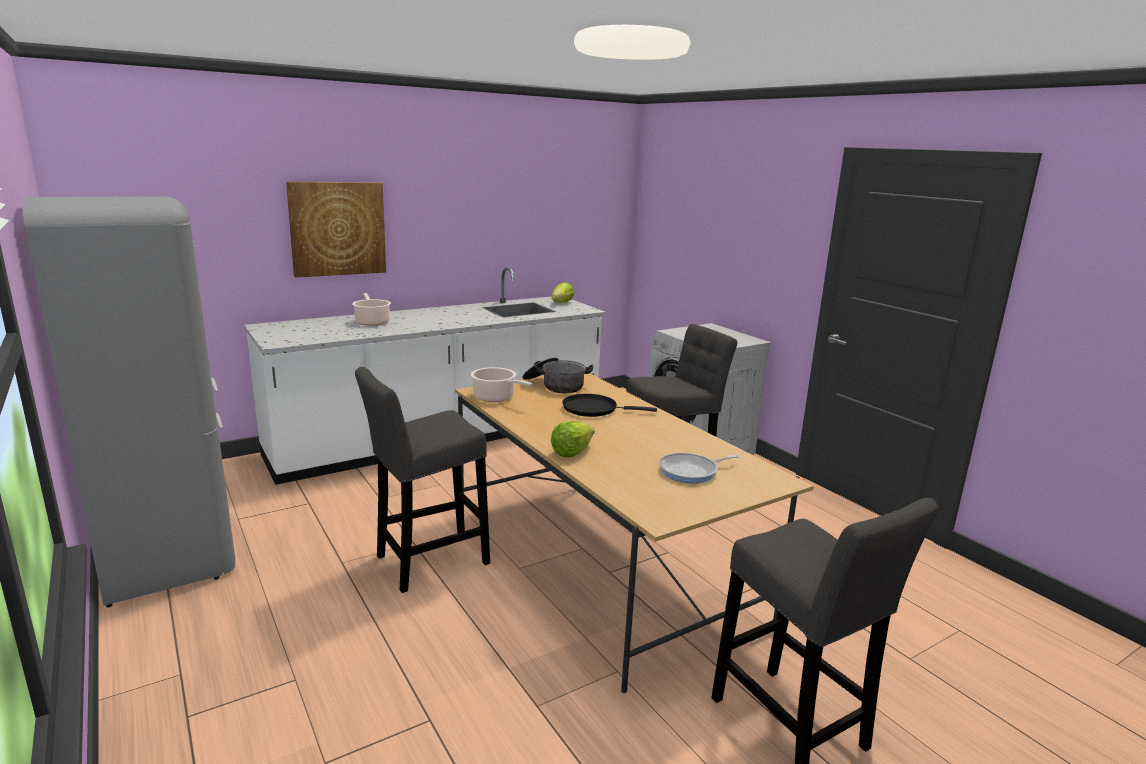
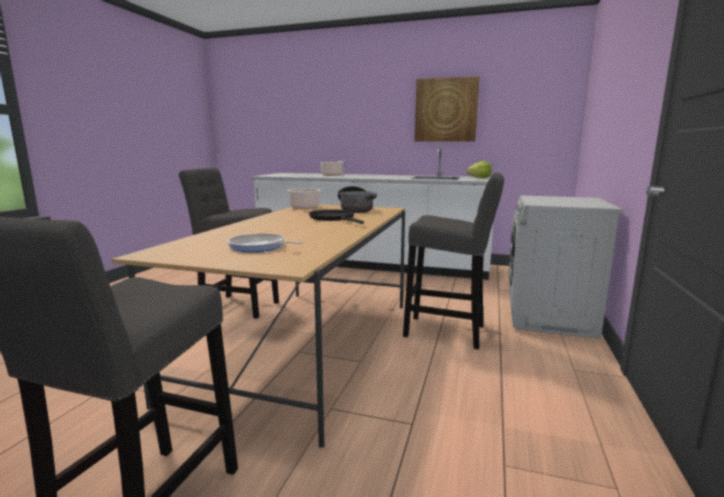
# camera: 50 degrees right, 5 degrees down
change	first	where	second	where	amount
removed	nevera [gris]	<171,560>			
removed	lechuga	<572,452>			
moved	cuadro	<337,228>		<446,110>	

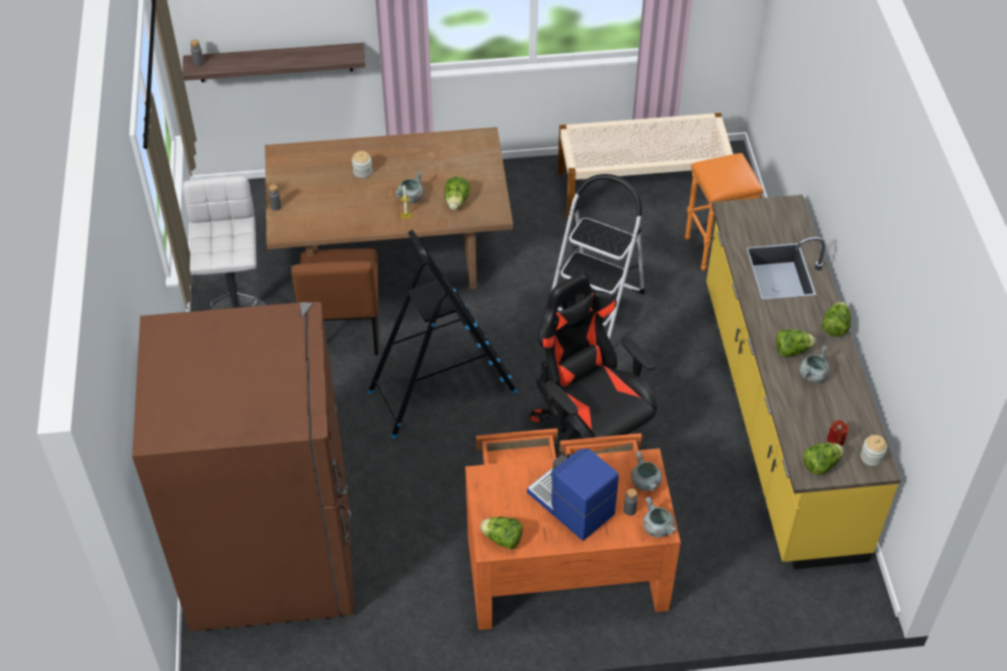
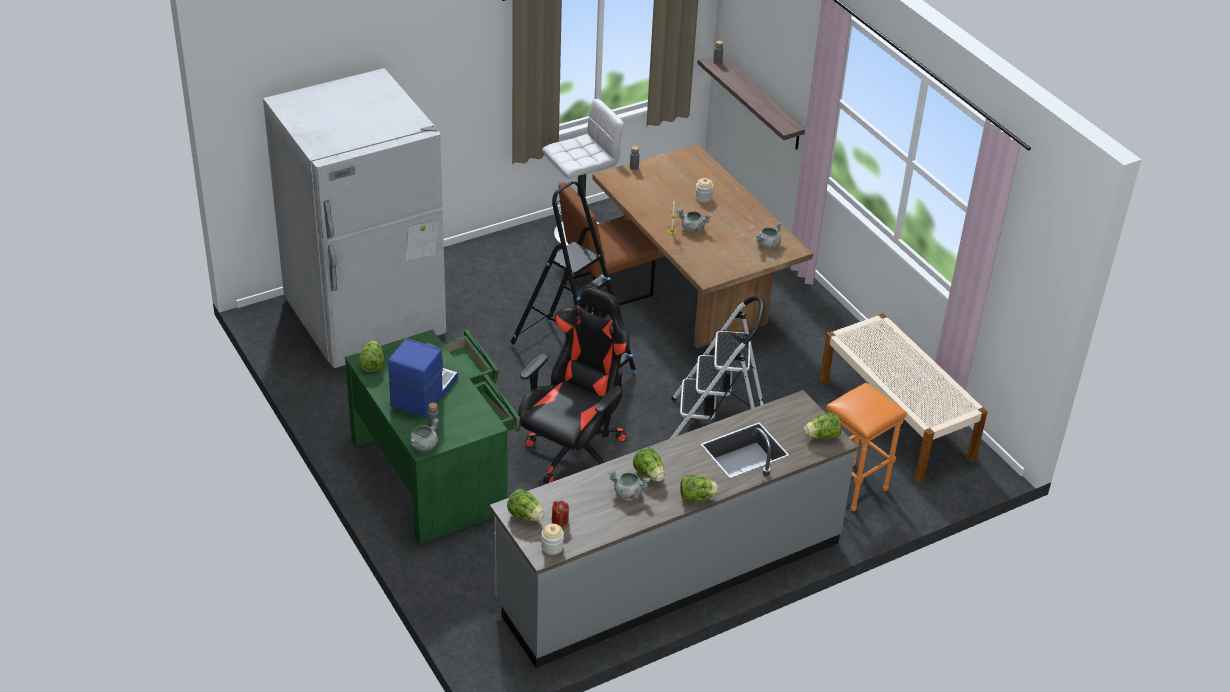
# camera: 65 degrees right, 10 degrees down
change	first	where	second	where	amount
moved	lechuga	<456,202>		<822,436>	
moved	olla [gris]	<646,482>		<768,245>	
recoloured	nevera [marrón]	<271,558>	nevera [blanco]	<366,316>	
recoloured	escritorio [naranja]	<563,563>	escritorio [verde]	<436,470>	
recoloured	mueble bajo de cocina [amarillo]	<778,417>	mueble bajo de cocina [gris]	<669,572>	

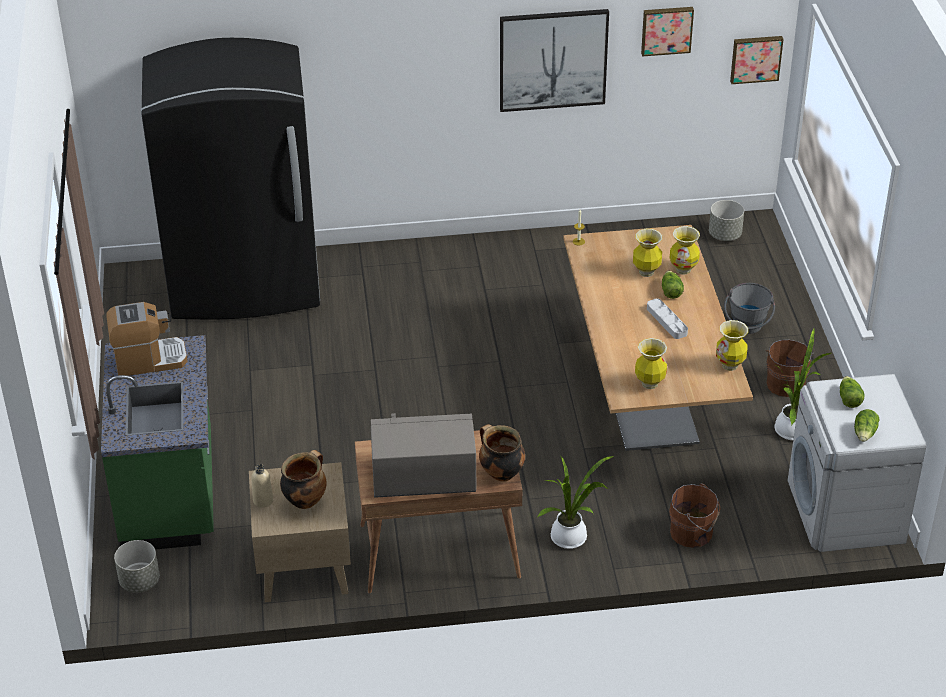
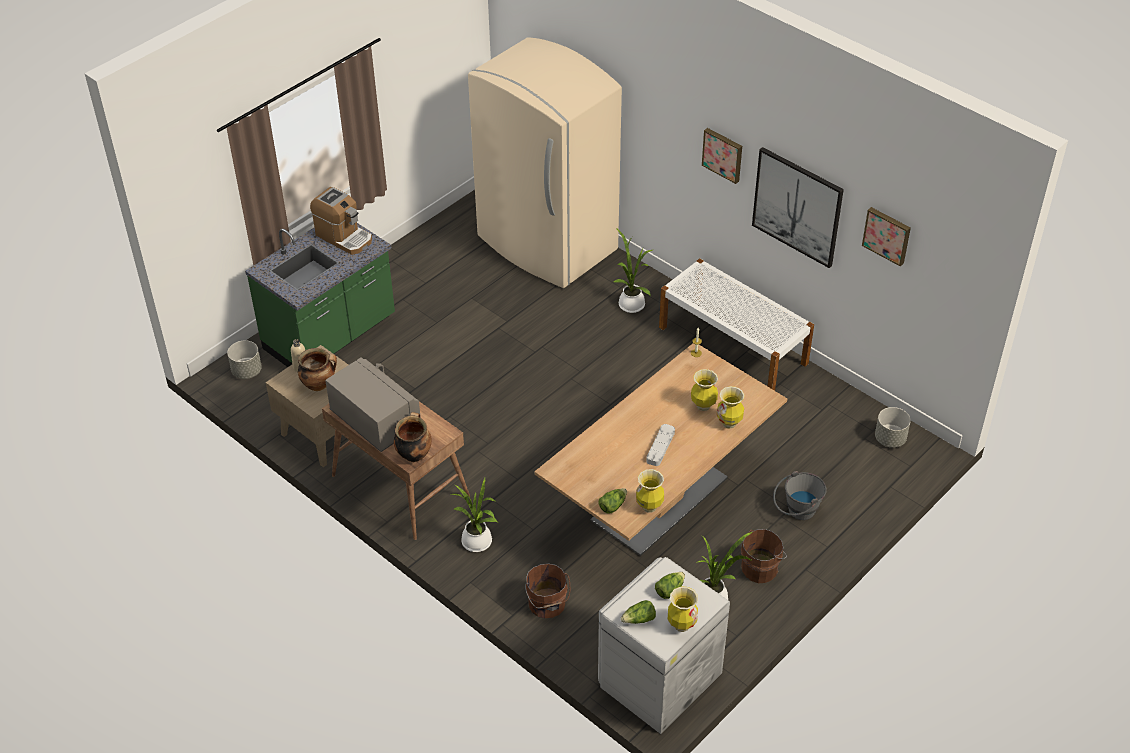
# camera: 50 degrees right, 5 degrees up
change	first	where	second	where	amount
added			planta en maceta	<630,303>	
added			banco [blanco]	<733,345>	
moved	florero	<649,383>		<681,625>	
moved	lechuga	<670,291>		<612,505>	
moved	cuadro	<755,58>		<723,154>	
recoloured	nevera [negro]	<245,286>	nevera [beis]	<546,245>	

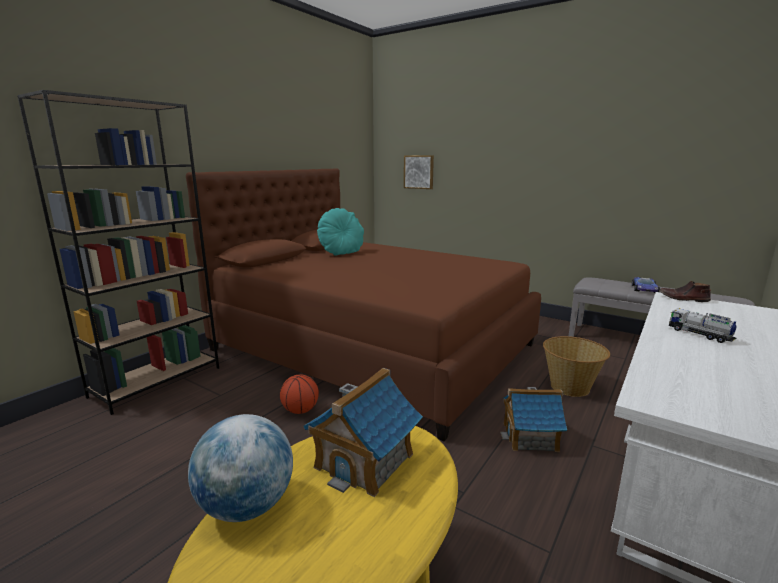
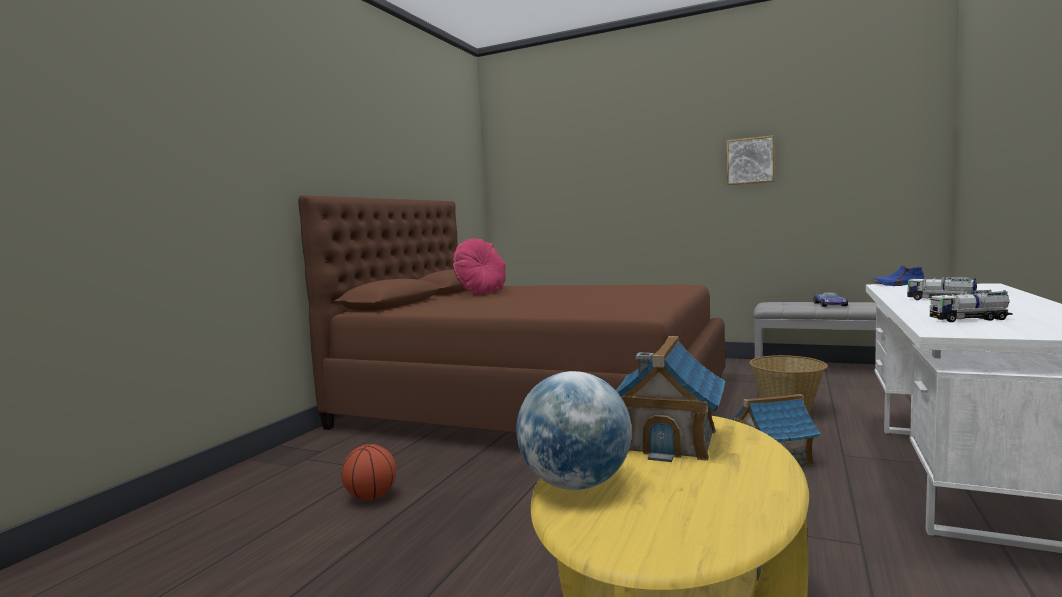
# camera: 10 degrees left, 10 degrees down
change	first	where	second	where	amount
removed	estantería [beis]	<157,381>			
added			camión de juguete	<969,319>	
moved	balón de baloncesto	<300,411>		<371,497>	
moved	cuadro	<419,172>		<750,161>	
recoloured	cojín [turquesa]	<341,253>	cojín [rosa]	<481,293>	
recoloured	zapato [marrón]	<683,299>	zapato [azul]	<898,285>	

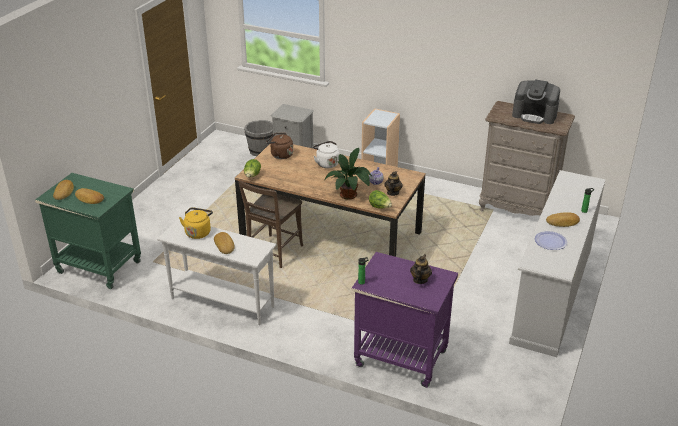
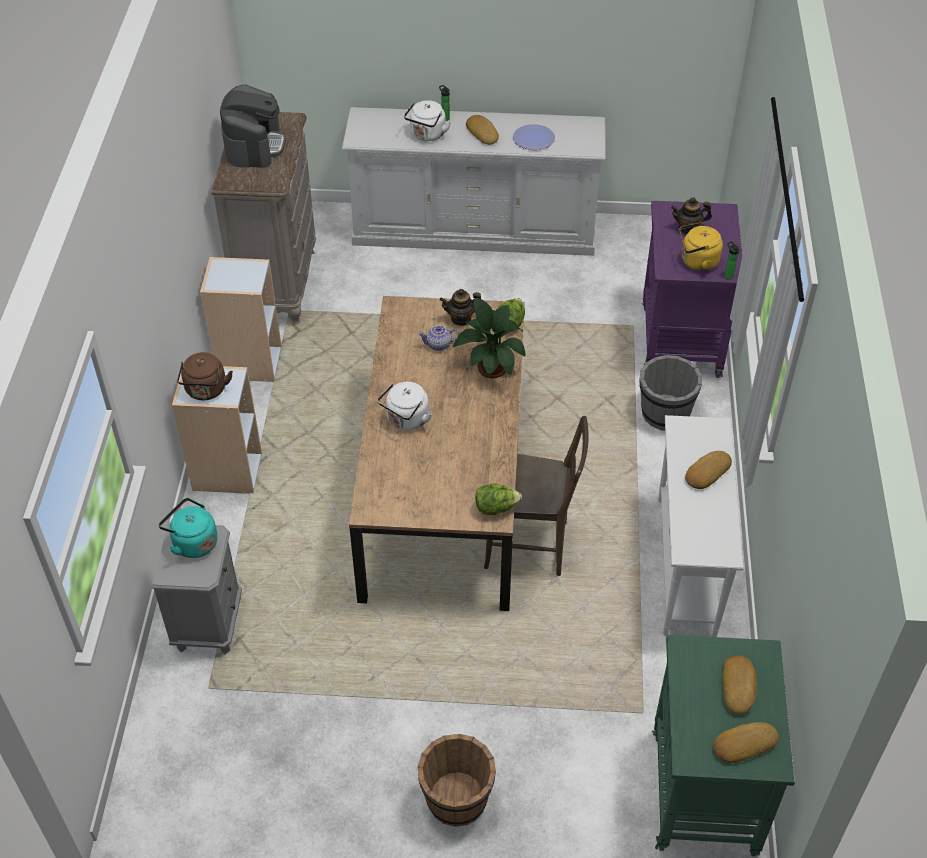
# camera: 110 degrees left, 15 degrees up
change	first	where	second	where	amount
added			hervidor [turquesa]	<193,542>	
added			estantería	<249,362>	
added			hervidor [blanco]	<427,135>	
added			cubo [marrón]	<456,800>	
moved	hervidor [amarillo]	<198,232>		<697,262>	
moved	cubo [gris]	<261,151>		<664,414>	
moved	hervidor [marrón]	<280,155>		<206,391>	

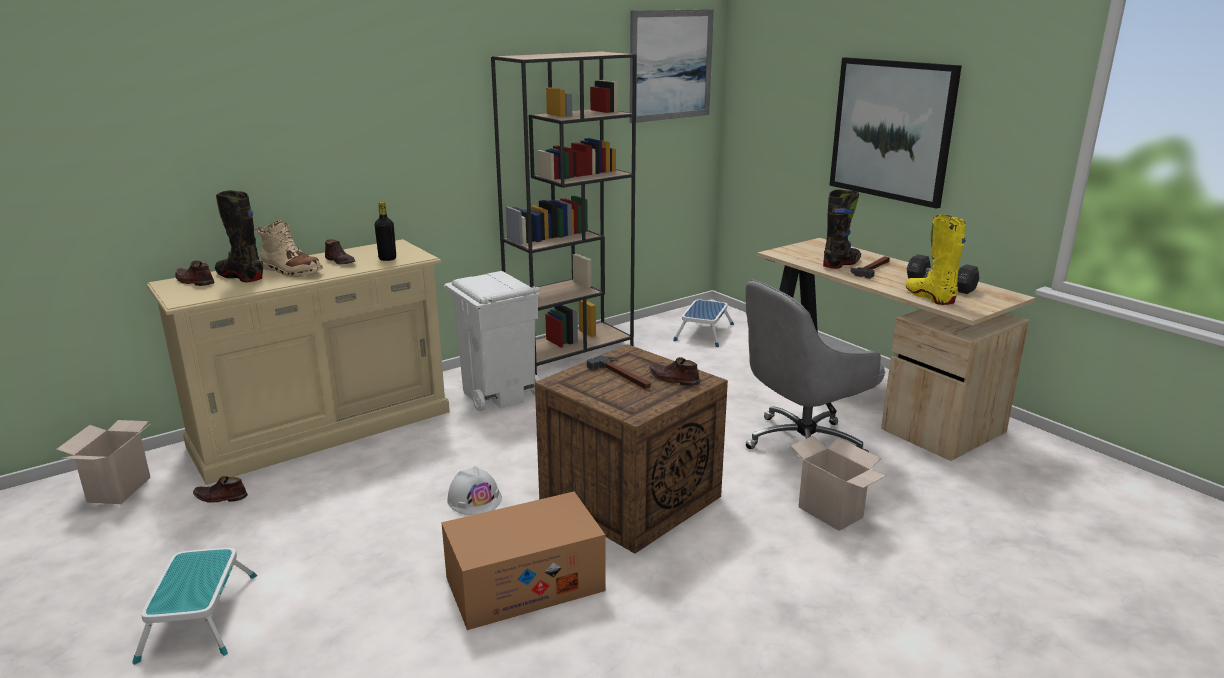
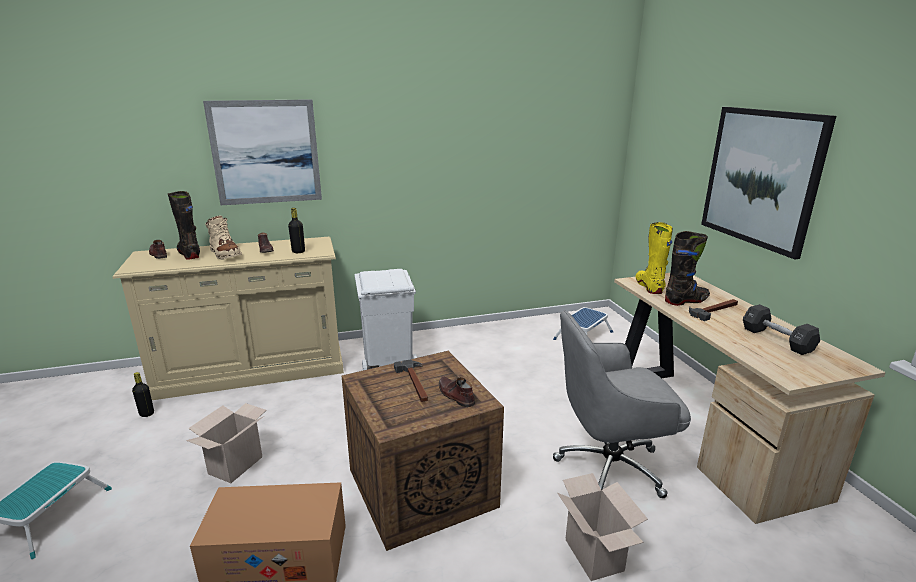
# camera: 20 degrees right, 0 degrees up
change	first	where	second	where	amount
removed	casco [blanco]	<474,499>			
removed	estantería	<571,352>			
moved	caja de cartón	<119,488>		<235,464>	
moved	cuadro	<671,65>		<266,152>	
moved	bota [amarillo]	<930,297>		<649,287>	
replaced	zapato [marrón]	<220,497>	botella [negro]	<147,413>	

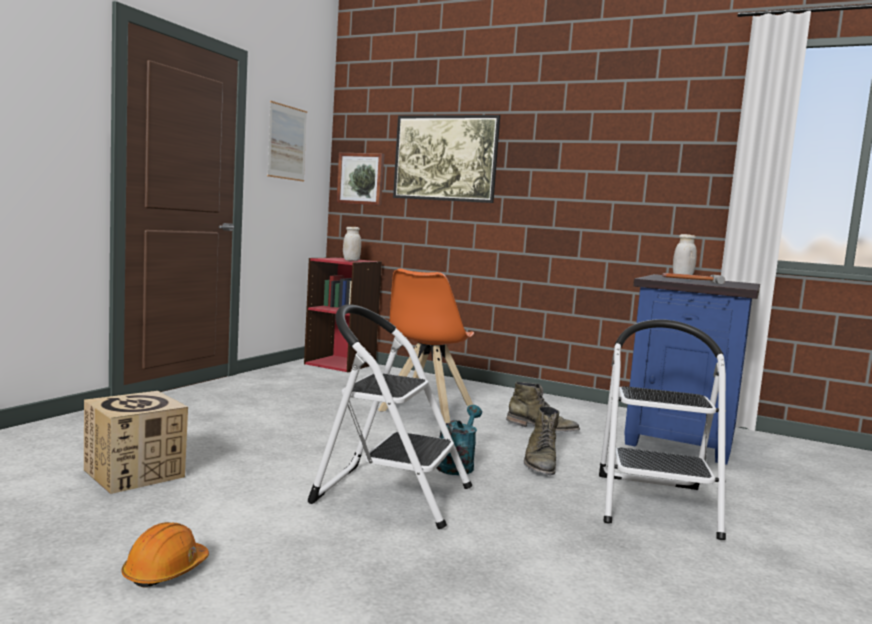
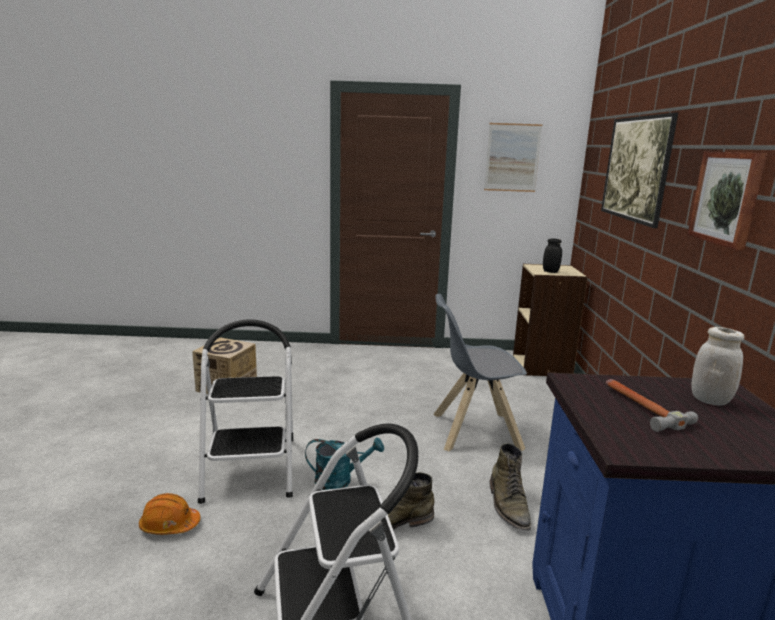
# camera: 65 degrees right, 10 degrees up
change	first	where	second	where	amount
moved	casco [naranja]	<165,571>		<169,525>	
moved	cuadro	<361,179>		<727,198>	
recoloured	estantería [rojo]	<341,364>	estantería [beis]	<542,366>	
recoloured	tarro [blanco]	<351,260>	tarro [negro]	<550,271>	
recoloured	silla [naranja]	<425,409>	silla [gris]	<473,431>	

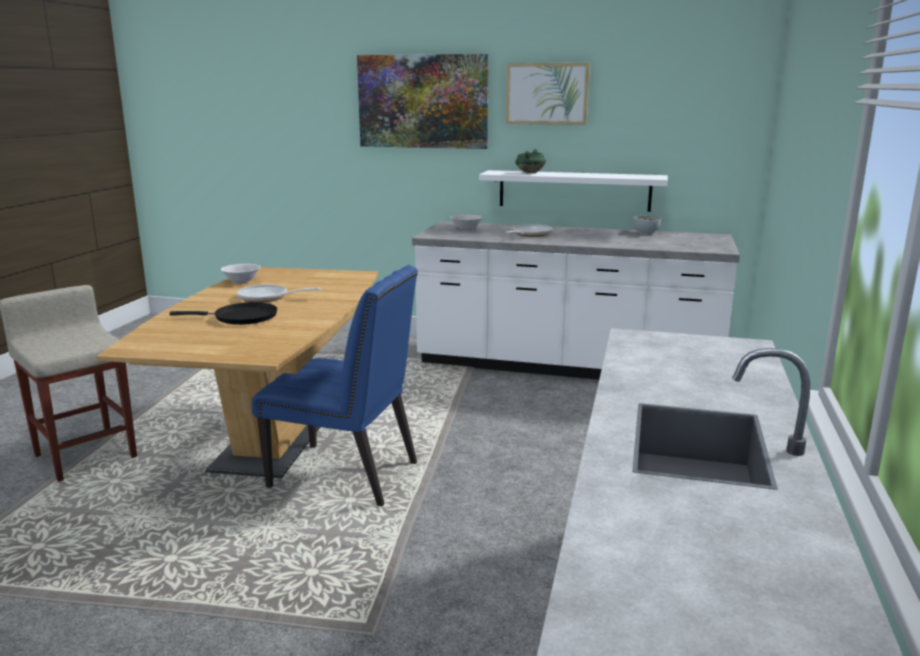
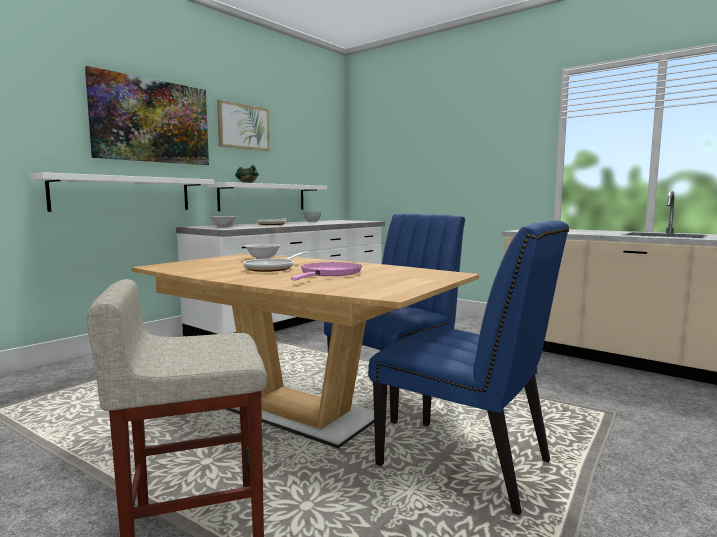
# camera: 65 degrees left, 10 degrees down
change	first	where	second	where	amount
added			estante [blanco]	<124,194>	
added			silla [azul]	<462,463>	
moved	cuenco [blanco]	<241,281>		<263,258>	
recoloured	sartén [negro]	<241,318>	sartén [rosa]	<329,274>	

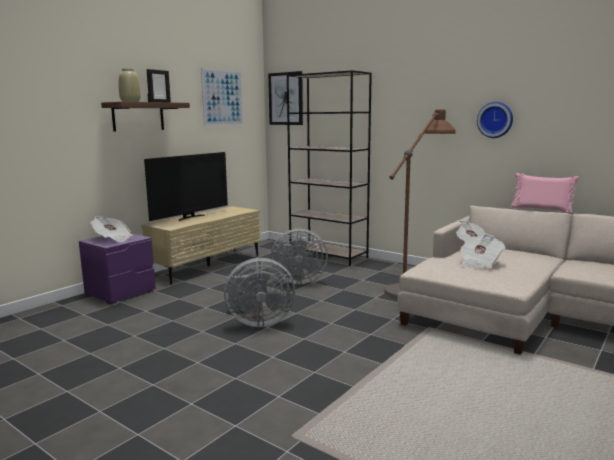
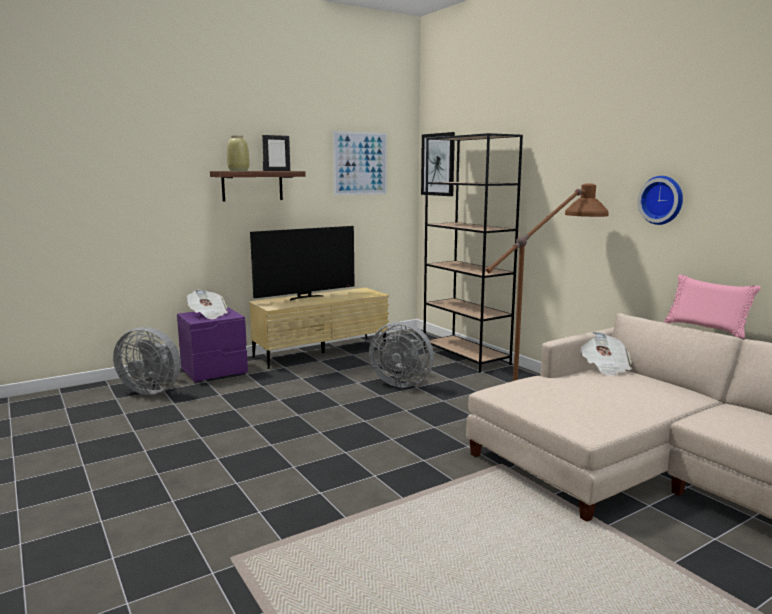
# camera: 20 degrees right, 0 degrees up
change	first	where	second	where	amount
removed	periódico	<479,263>			
moved	ventilador [gris]	<257,322>		<153,390>	

